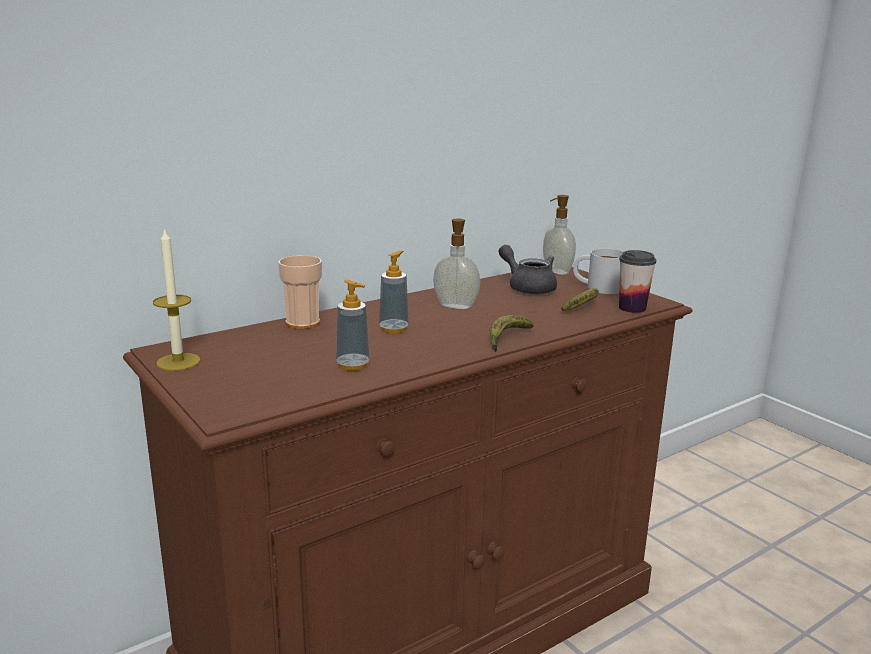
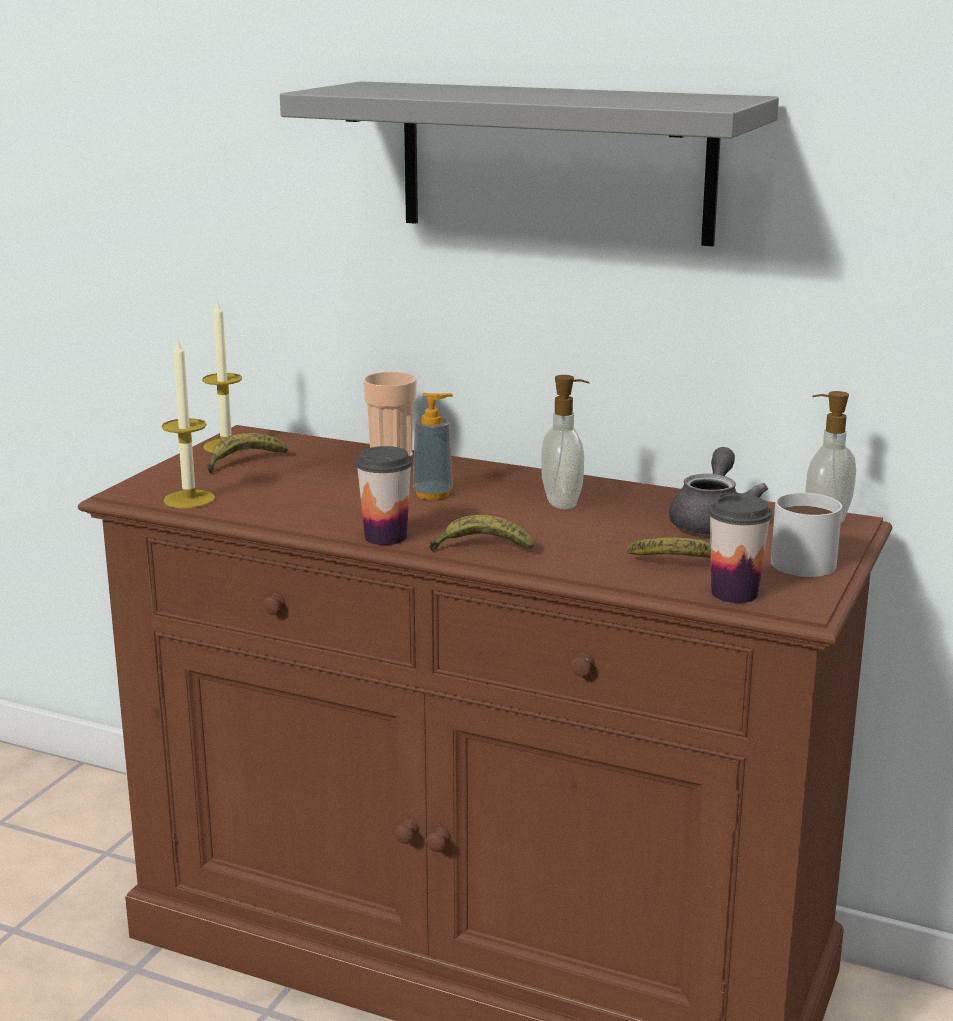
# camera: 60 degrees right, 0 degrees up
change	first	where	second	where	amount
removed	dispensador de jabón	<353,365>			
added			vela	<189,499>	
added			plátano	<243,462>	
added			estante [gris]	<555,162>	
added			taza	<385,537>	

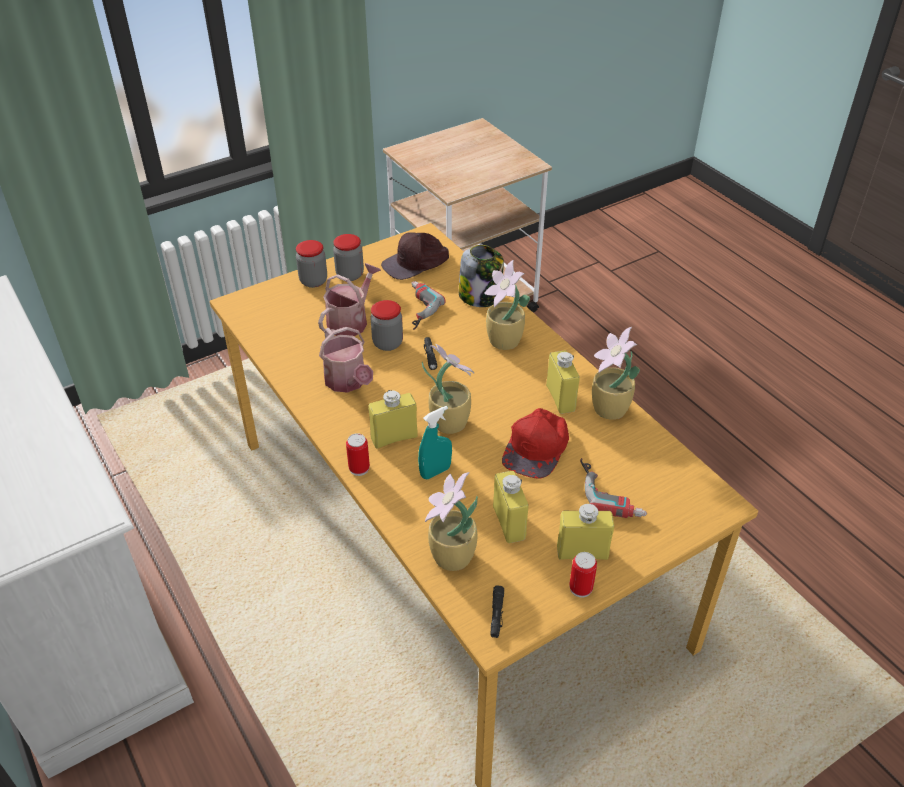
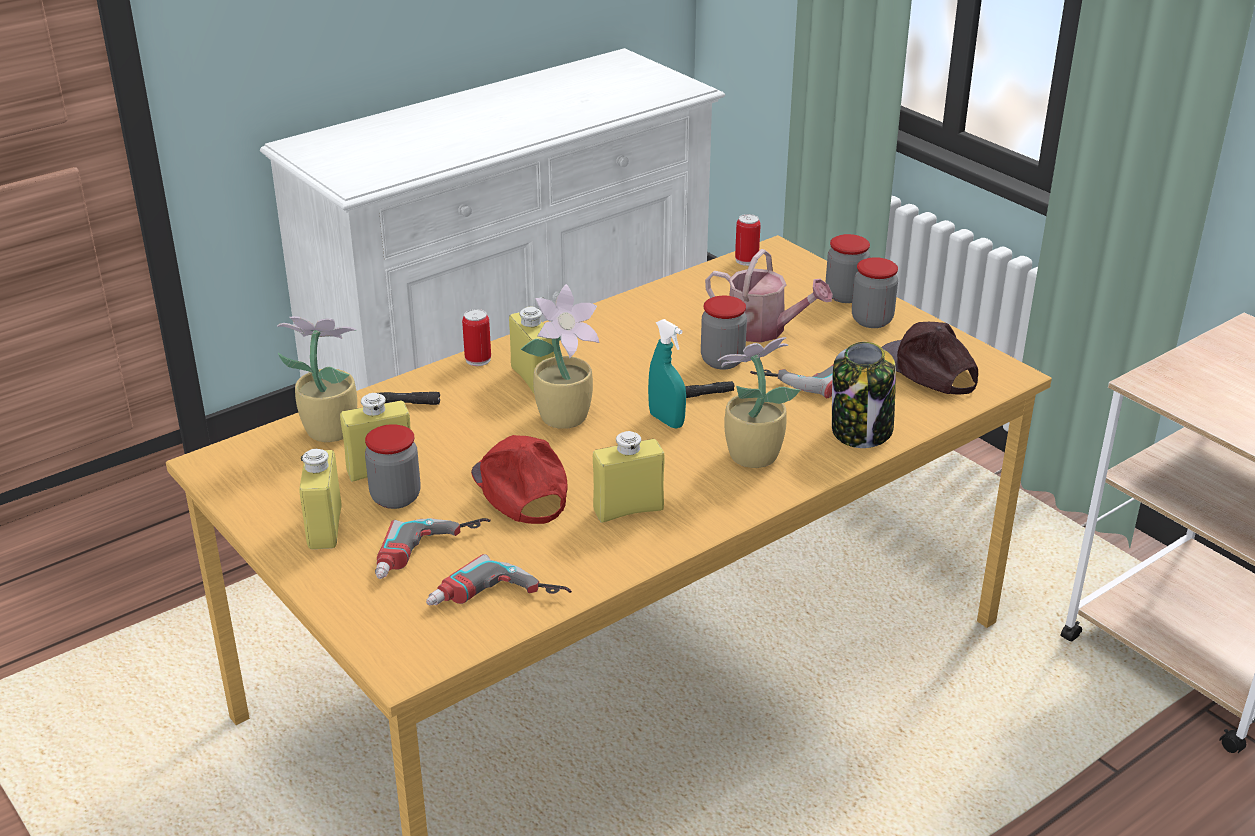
# camera: 85 degrees right, 10 degrees down
change	first	where	second	where	amount
removed	regadera	<348,382>			
removed	planta en maceta	<609,410>			
added			tarro	<395,497>	
added			taladro	<497,603>	
moved	pulverizador [turquesa]	<435,472>		<666,420>	
moved	linterna [negro]	<497,614>		<408,403>	
moved	lata	<580,588>		<746,260>	
turned	gorra [rojo]	<537,447>		<520,490>	45 degrees clockwise

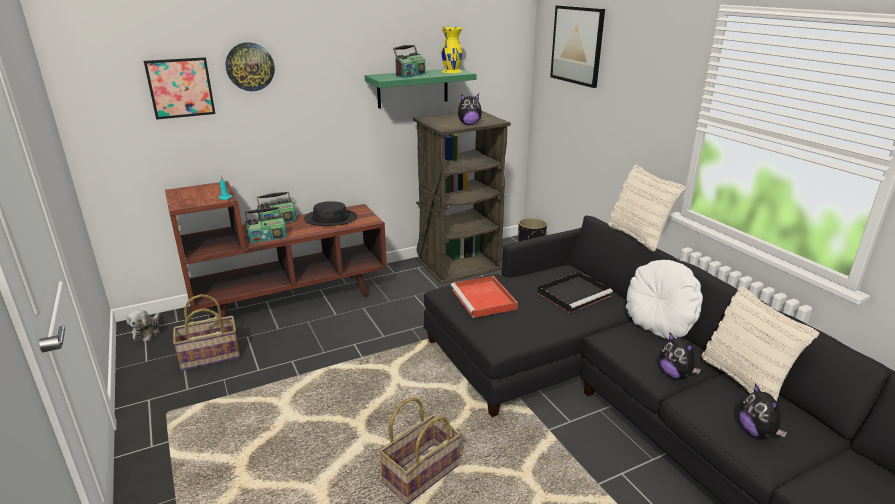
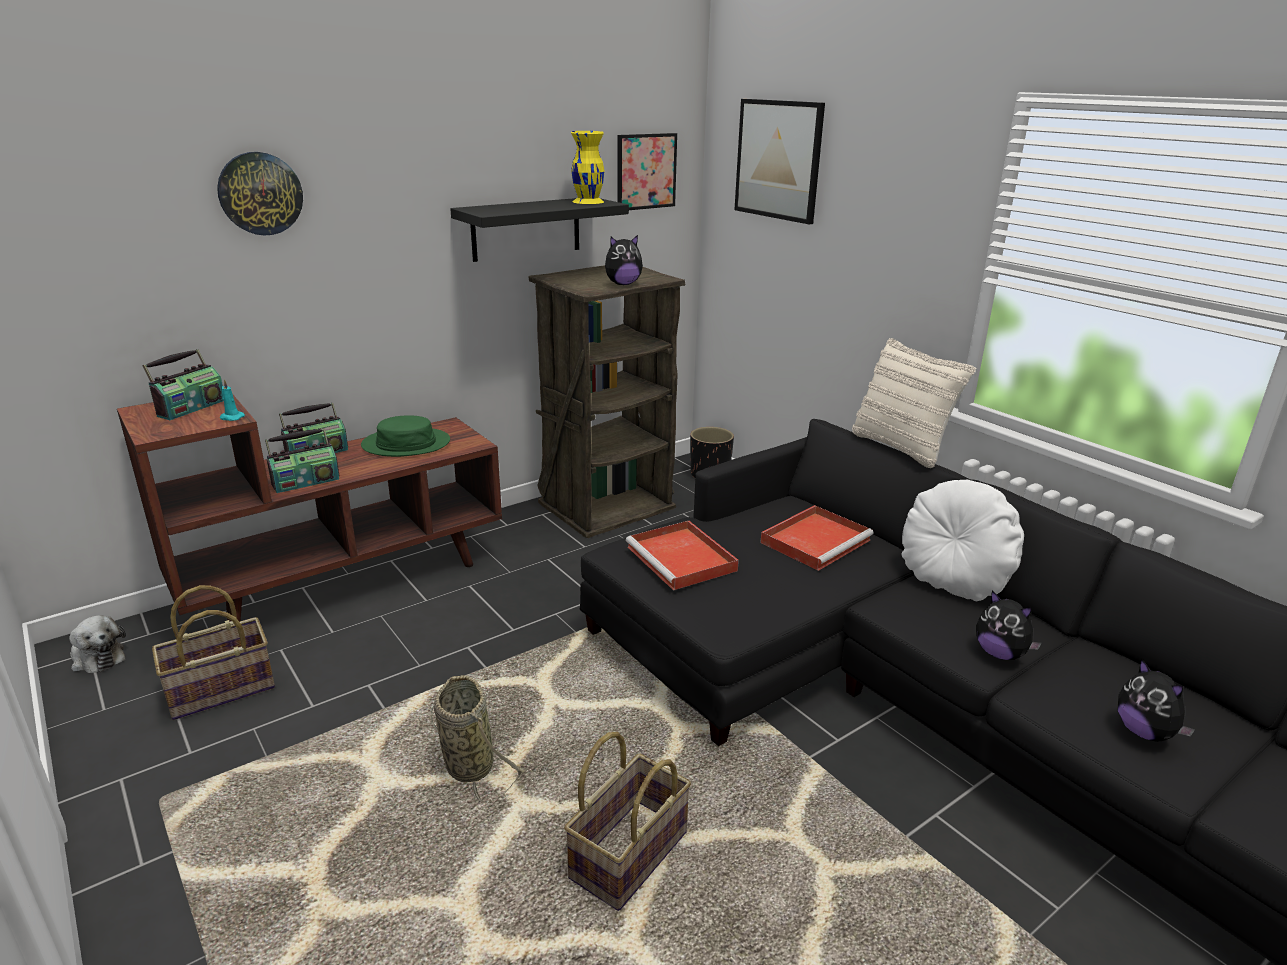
# camera: 10 degrees left, 0 degrees up
change	first	where	second	where	amount
removed	cojín [beis]	<745,381>			
added			cesta	<467,763>	
moved	cuadro	<180,88>		<646,171>	
moved	radio	<410,75>		<190,408>	
recoloured	sombrero [negro]	<330,218>	sombrero [verde]	<406,444>	
recoloured	estante [verde]	<412,88>	estante [negro]	<526,229>	
recoloured	bandeja [negro]	<574,294>	bandeja [rojo]	<816,540>	
turned	peluche	<147,332>		<97,657>	45 degrees counterclockwise

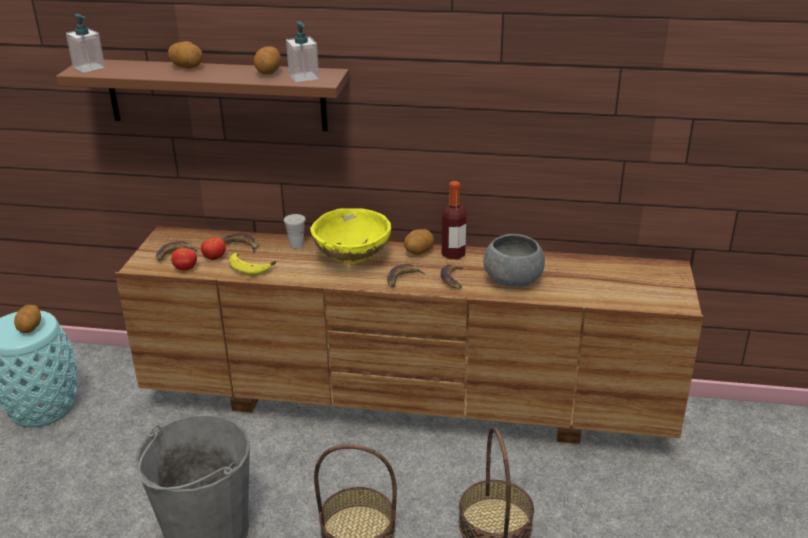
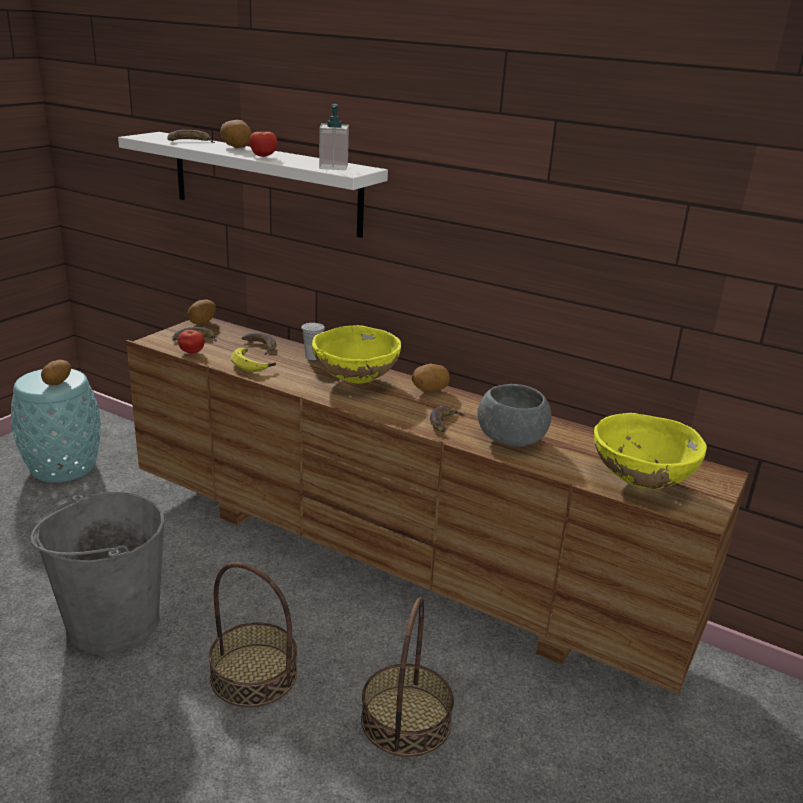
# camera: 20 degrees right, 5 degrees down
change	first	where	second	where	amount
removed	dispensador de jabón	<89,67>			
removed	botella	<453,254>			
added			cuenco [amarillo]	<640,482>	
moved	tomate	<214,258>		<263,156>	
moved	patata	<268,73>		<203,323>	
moved	plátano	<403,278>		<189,141>	
recoloured	estante [marrón]	<216,94>	estante [blanco]	<265,183>	

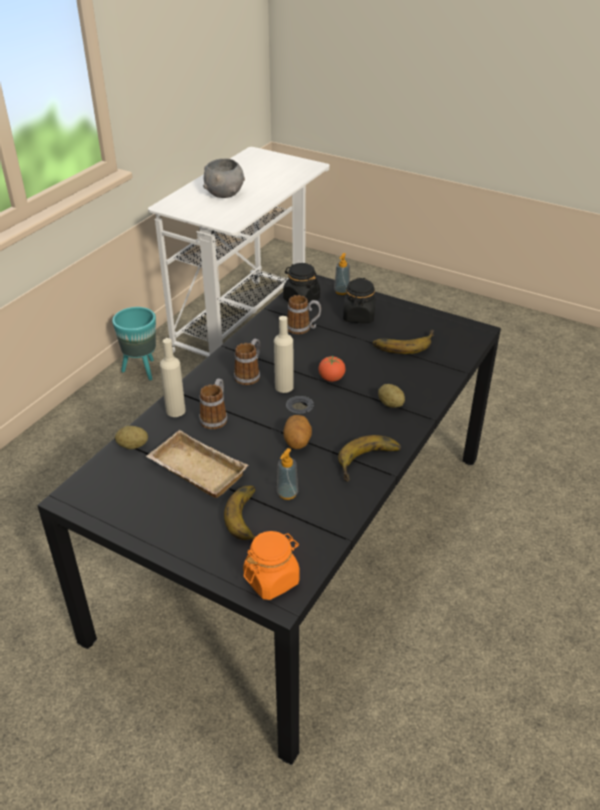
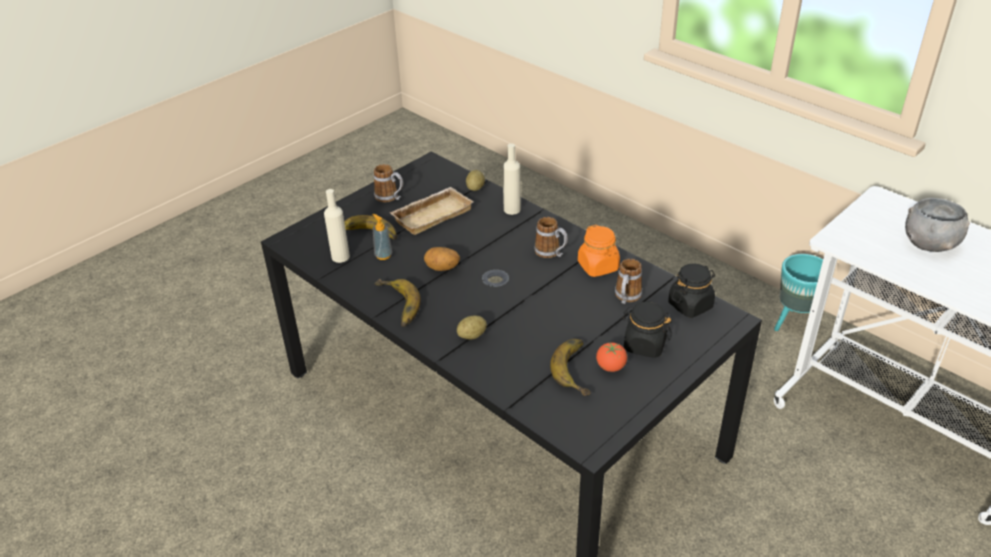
# camera: 105 degrees right, 0 degrees up
change	first	where	second	where	amount
removed	dispensador de jabón	<341,291>			
moved	taza grande	<216,417>		<390,198>	
moved	tarro [naranja]	<272,580>		<598,266>	
moved	botella [beis]	<284,387>		<340,257>	
moved	tomate	<331,378>		<610,367>	

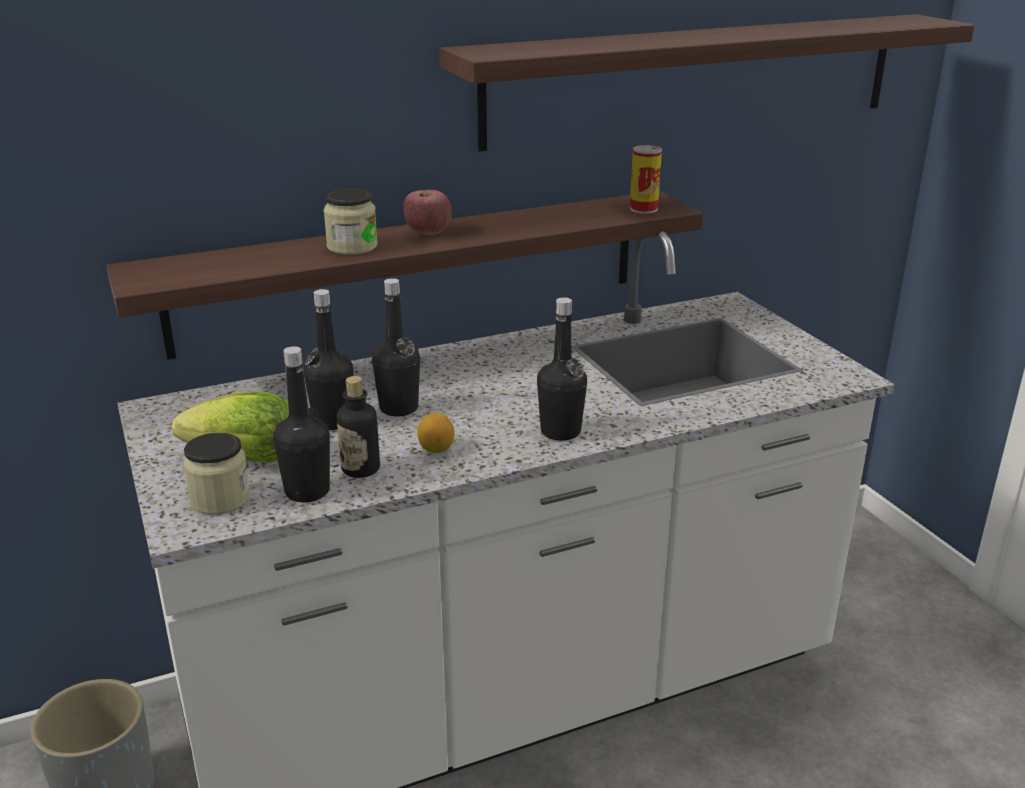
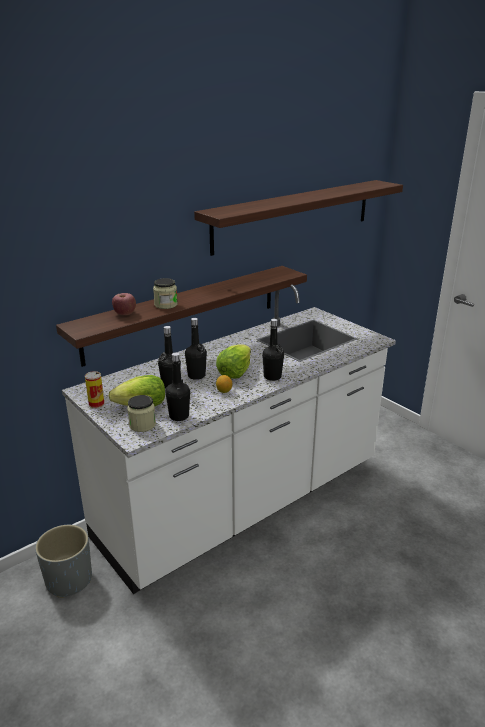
# camera: 15 degrees left, 0 degrees up
change	first	where	second	where	amount
removed	botella	<360,469>			
added			lechuga	<234,373>	
moved	manzana	<428,233>		<125,314>	
moved	lata	<643,209>		<96,404>	

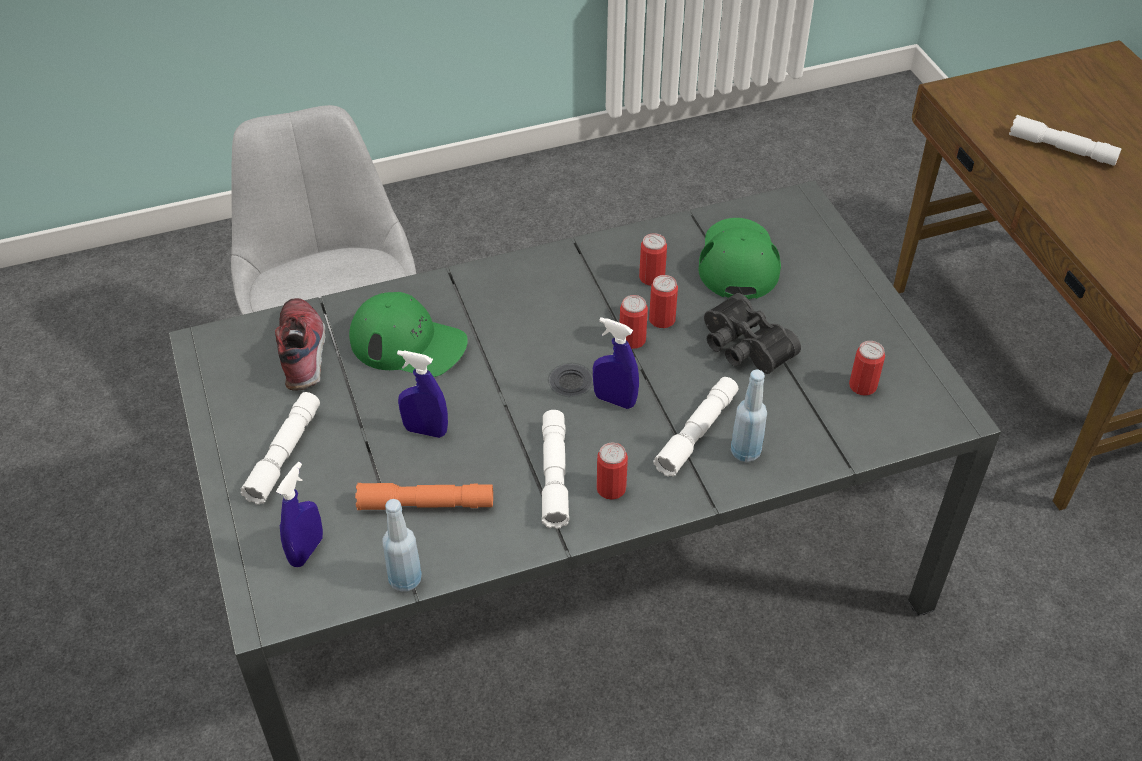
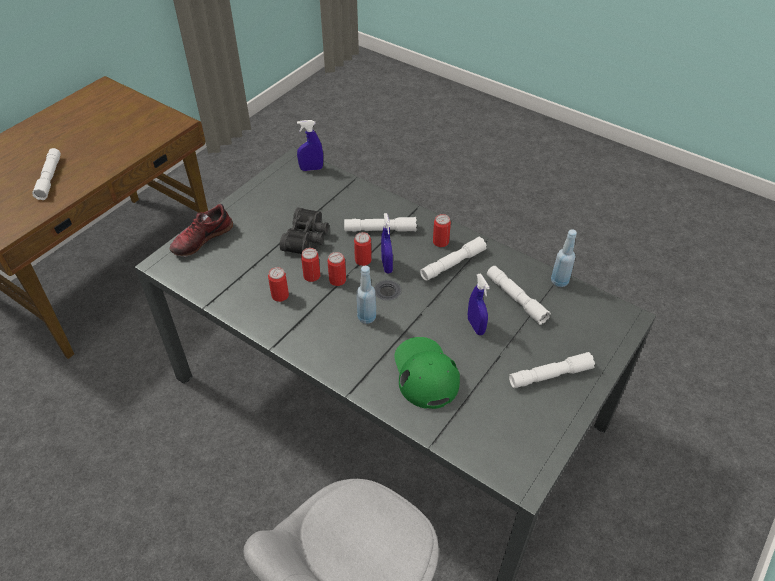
# camera: 125 degrees left, 0 degrees up
change	first	where	second	where	amount
removed	gorra [verde]	<738,261>			
moved	zapato	<304,351>		<202,238>	
moved	pulverizador [azul]	<306,551>		<311,169>	
moved	botella [azul]	<745,452>		<366,317>	
moved	lata	<862,386>		<363,260>	
recoloured	linterna [naranja]	<426,504>	linterna [blanco]	<516,299>	

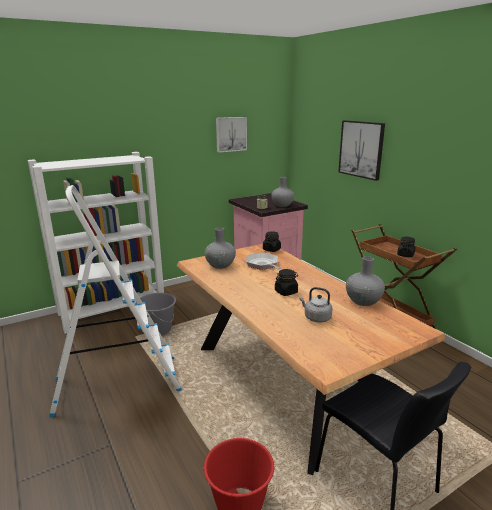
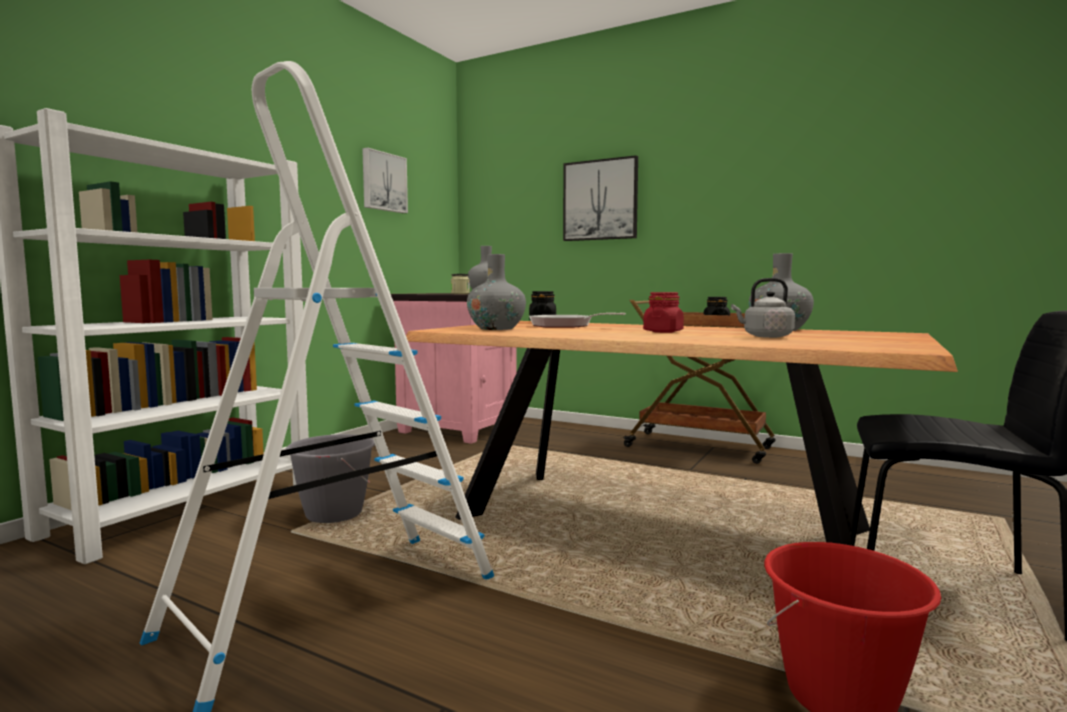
# camera: 30 degrees left, 15 degrees down
change	first	where	second	where	amount
recoloured	tarro [negro]	<286,292>	tarro [rojo]	<663,332>	

